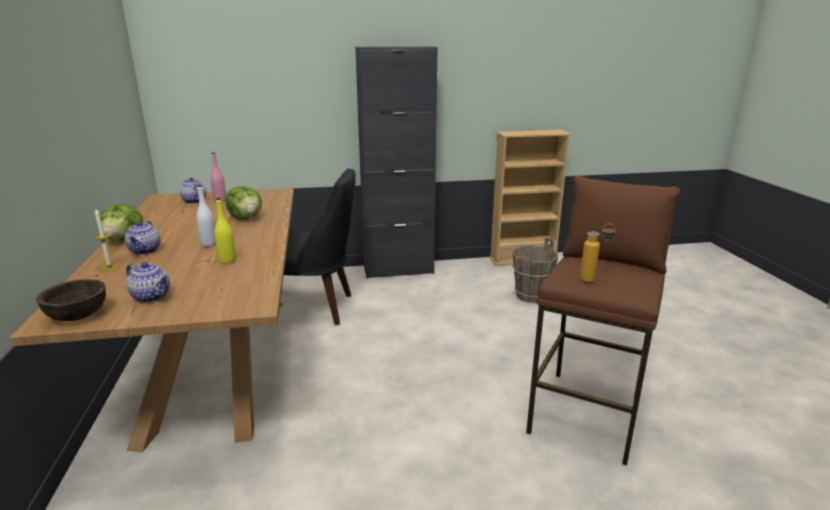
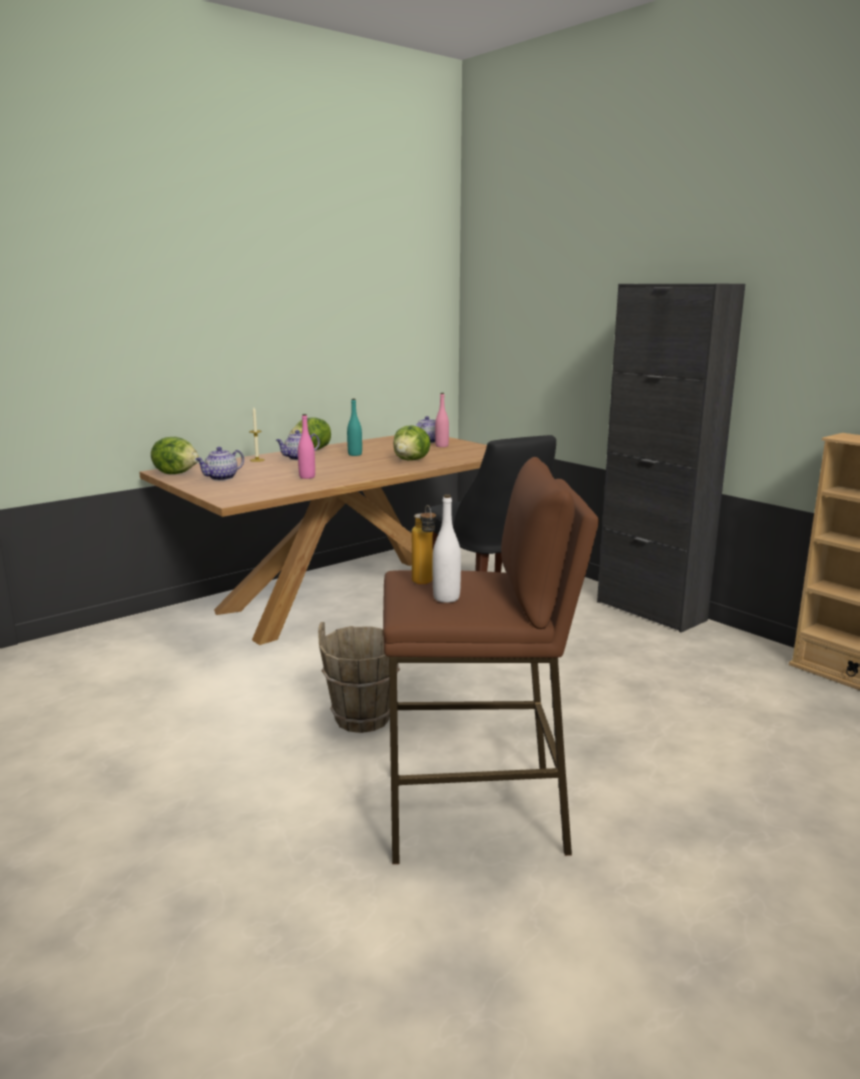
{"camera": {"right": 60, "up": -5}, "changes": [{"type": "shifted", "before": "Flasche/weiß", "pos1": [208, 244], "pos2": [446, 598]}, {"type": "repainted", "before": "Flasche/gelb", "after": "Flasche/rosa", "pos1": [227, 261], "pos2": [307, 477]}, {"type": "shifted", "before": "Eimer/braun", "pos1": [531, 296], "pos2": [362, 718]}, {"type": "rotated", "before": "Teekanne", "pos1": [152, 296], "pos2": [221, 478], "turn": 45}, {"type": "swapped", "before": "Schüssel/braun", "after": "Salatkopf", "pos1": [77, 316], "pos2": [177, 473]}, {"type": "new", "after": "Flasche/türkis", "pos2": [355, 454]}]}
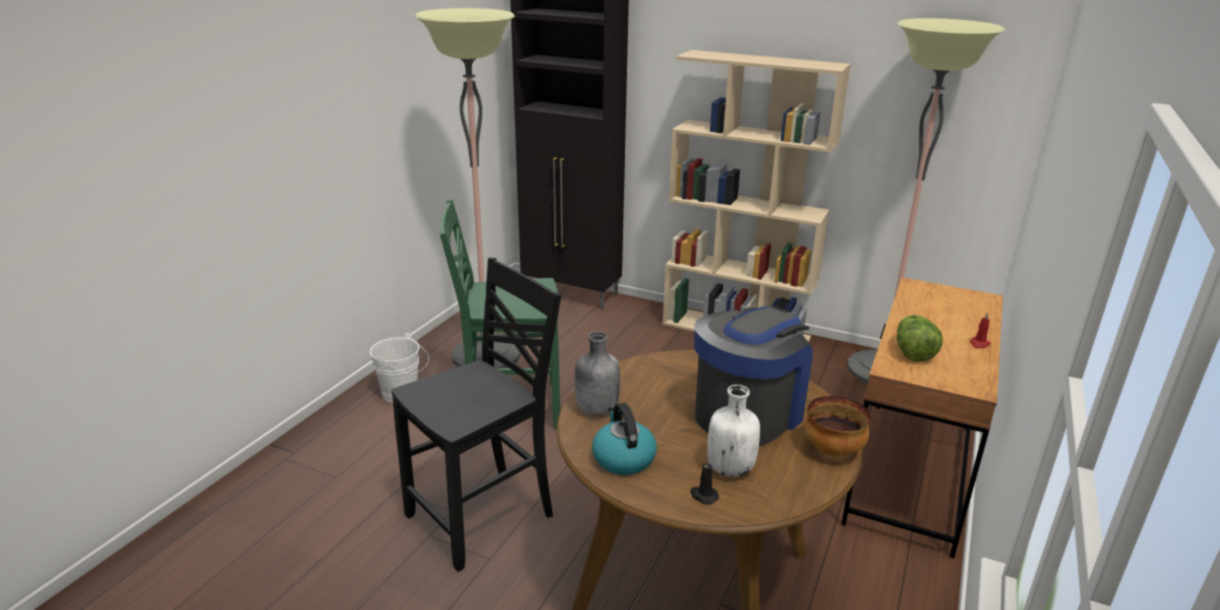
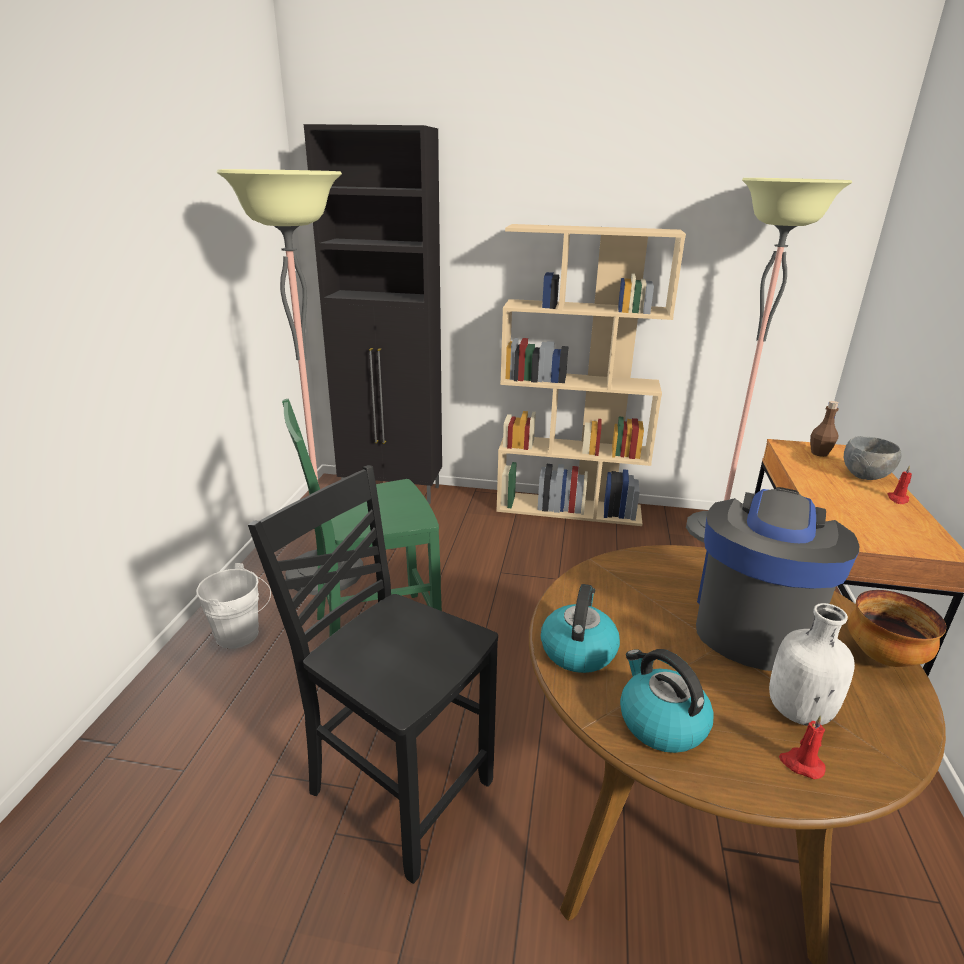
{"camera": {"right": -15, "up": 0}, "changes": [{"type": "rotated", "before": "Stuhl/schwarz", "pos1": [484, 516], "pos2": [397, 787], "turn": -90}, {"type": "gone", "before": "Salatkopf", "pos1": [912, 352]}, {"type": "swapped", "before": "Flasche/grau", "after": "Wasserkessel", "pos1": [596, 409], "pos2": [578, 650]}, {"type": "repainted", "before": "Kerze/schwarz", "after": "Kerze/rot", "pos1": [703, 495], "pos2": [801, 764]}, {"type": "new", "after": "Flasche/braun", "pos2": [819, 453]}, {"type": "new", "after": "Schüssel/grau", "pos2": [865, 476]}]}
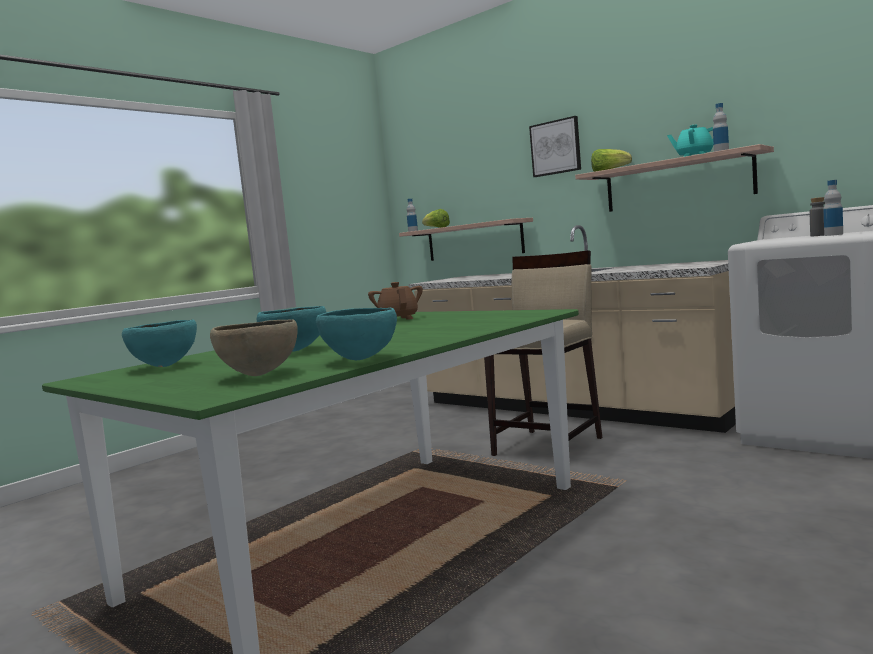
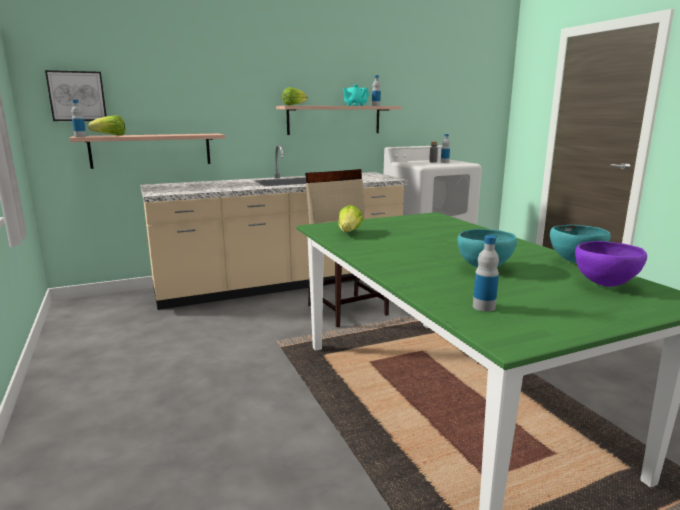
{"camera": {"right": -65, "up": 10}, "changes": [{"type": "shifted", "before": "Bild", "pos1": [555, 147], "pos2": [77, 96]}, {"type": "swapped", "before": "Teekanne/braun", "after": "Salatkopf", "pos1": [398, 319], "pos2": [349, 233]}, {"type": "repainted", "before": "Schüssel/braun", "after": "Schüssel/lila", "pos1": [260, 375], "pos2": [605, 285]}, {"type": "swapped", "before": "Schüssel/türkis", "after": "Flasche", "pos1": [165, 366], "pos2": [484, 307]}]}
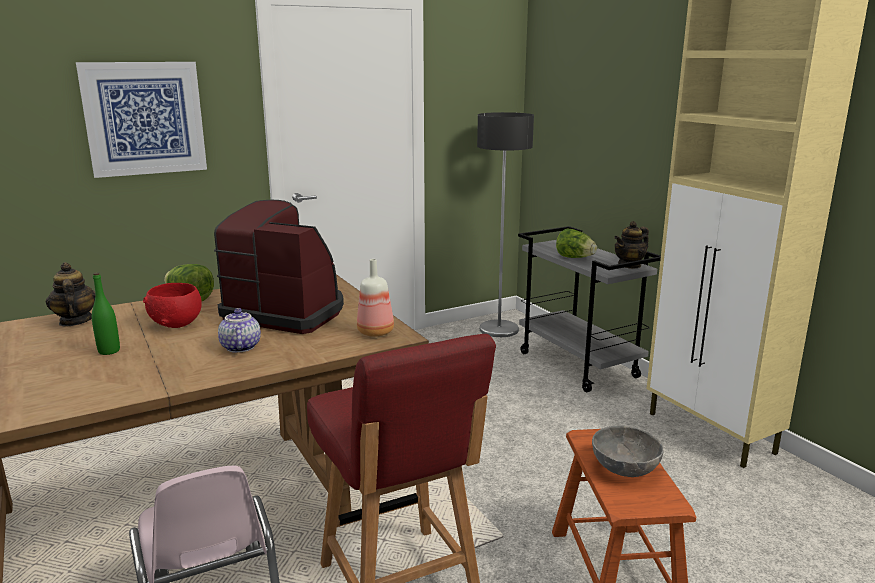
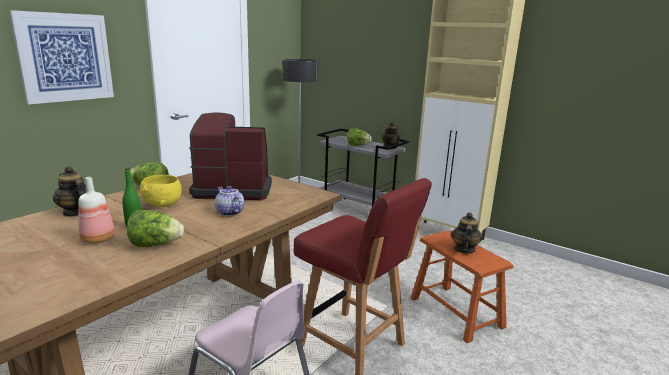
{"camera": {"right": -25, "up": 0}, "changes": [{"type": "shifted", "before": "Flasche", "pos1": [376, 332], "pos2": [99, 239]}, {"type": "repainted", "before": "Schüssel/rot", "after": "Schüssel/gelb", "pos1": [177, 324], "pos2": [163, 204]}, {"type": "swapped", "before": "Schüssel/grau", "after": "Teekanne", "pos1": [624, 468], "pos2": [464, 249]}, {"type": "new", "after": "Salatkopf", "pos2": [156, 245]}]}
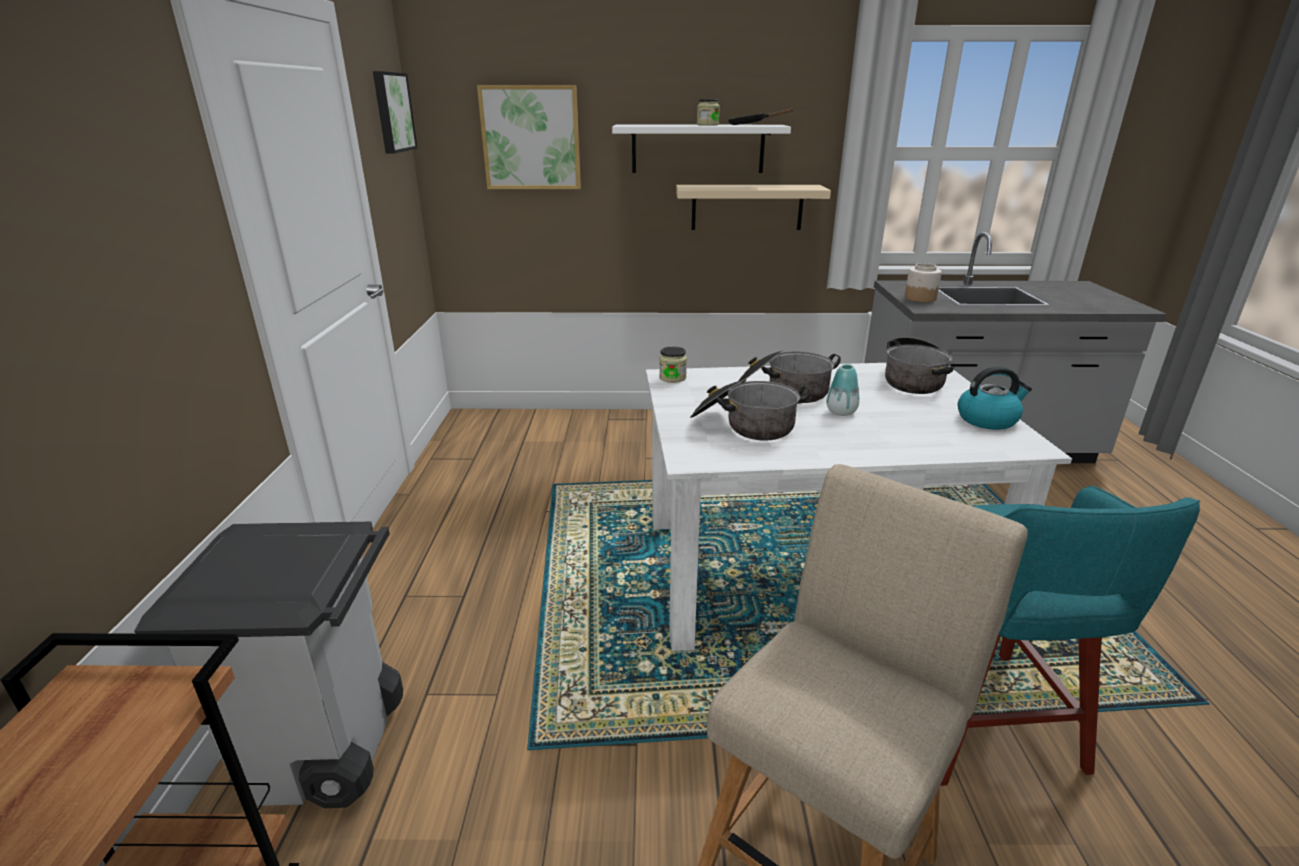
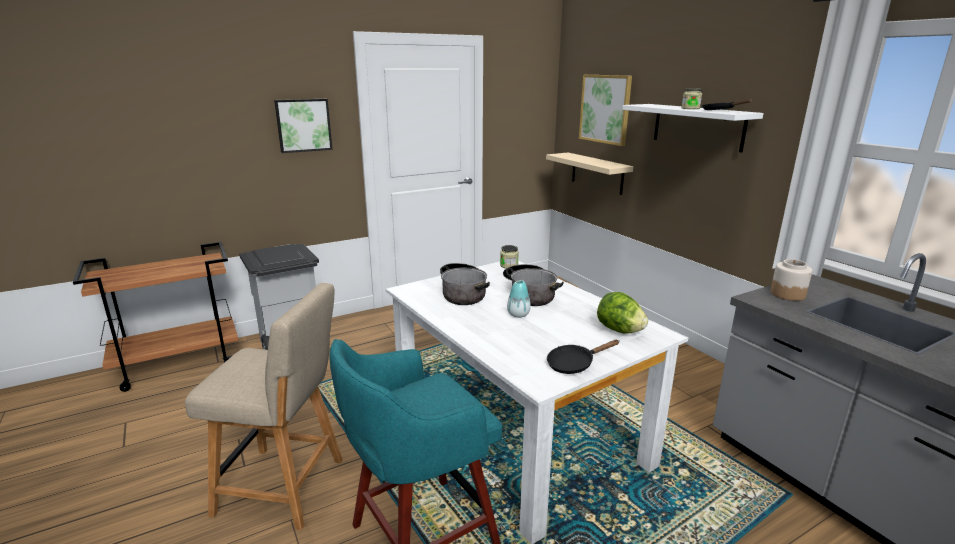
{"camera": {"right": 60, "up": -5}, "changes": [{"type": "shifted", "before": "Bild", "pos1": [392, 112], "pos2": [303, 125]}, {"type": "shifted", "before": "Wandregal/beige", "pos1": [747, 207], "pos2": [597, 173]}, {"type": "swapped", "before": "Kochtopf", "after": "Salatkopf", "pos1": [913, 380], "pos2": [619, 330]}, {"type": "swapped", "before": "Wasserkessel", "after": "Pfanne/schwarz", "pos1": [987, 419], "pos2": [574, 364]}]}
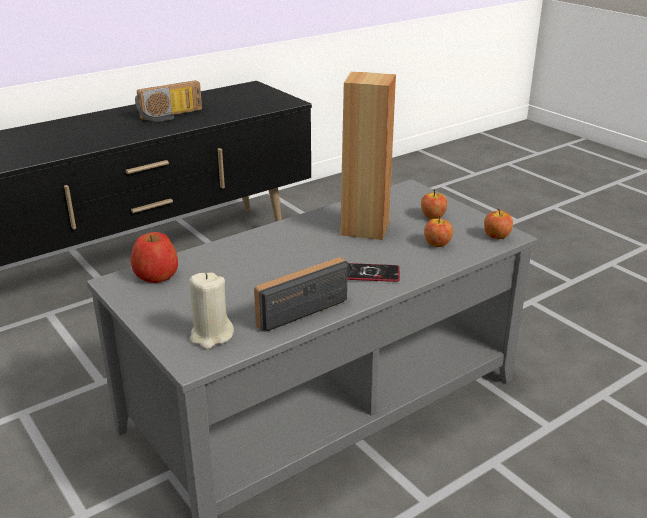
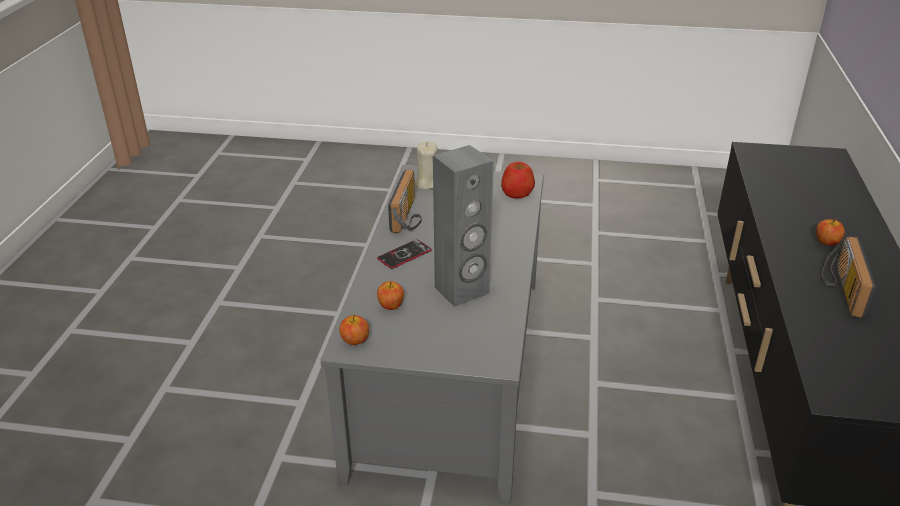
{"camera": {"right": 135, "up": 5}, "changes": [{"type": "repainted", "before": "Lautsprecher/braun", "after": "Lautsprecher/grau", "pos1": [365, 228], "pos2": [462, 290]}, {"type": "shifted", "before": "Apfel", "pos1": [433, 216], "pos2": [826, 242]}]}
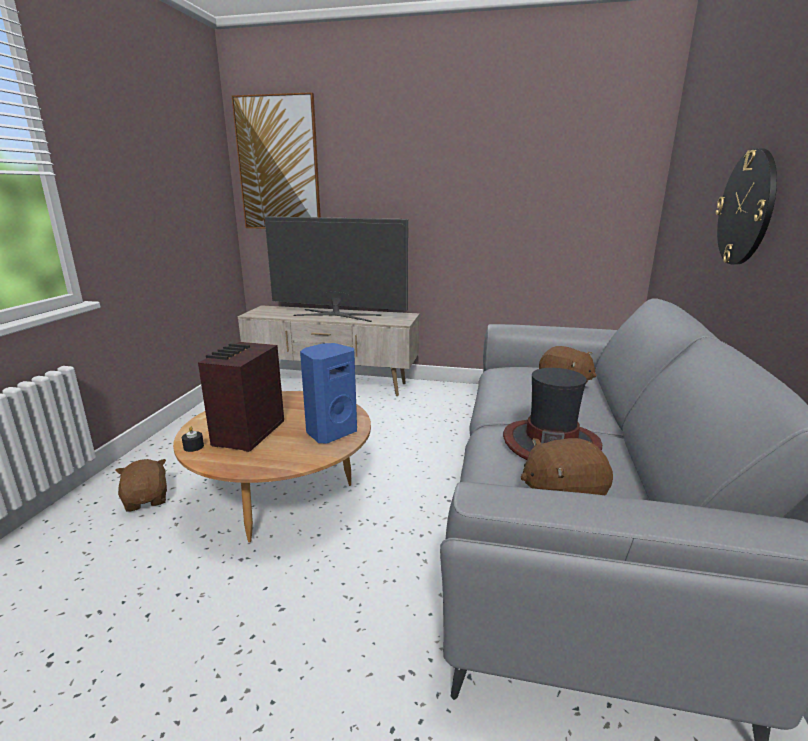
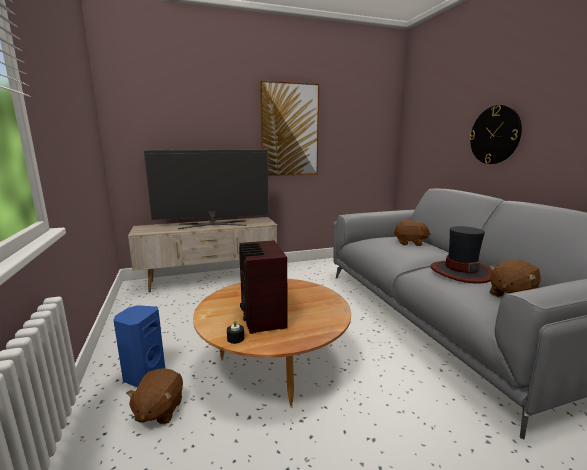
{"camera": {"right": -30, "up": -5}, "changes": [{"type": "shifted", "before": "Bild", "pos1": [278, 164], "pos2": [289, 130]}, {"type": "shifted", "before": "Lautsprecher/blau", "pos1": [330, 432], "pos2": [143, 374]}, {"type": "rotated", "before": "Plüschtier/braun", "pos1": [147, 500], "pos2": [159, 410], "turn": -120}]}
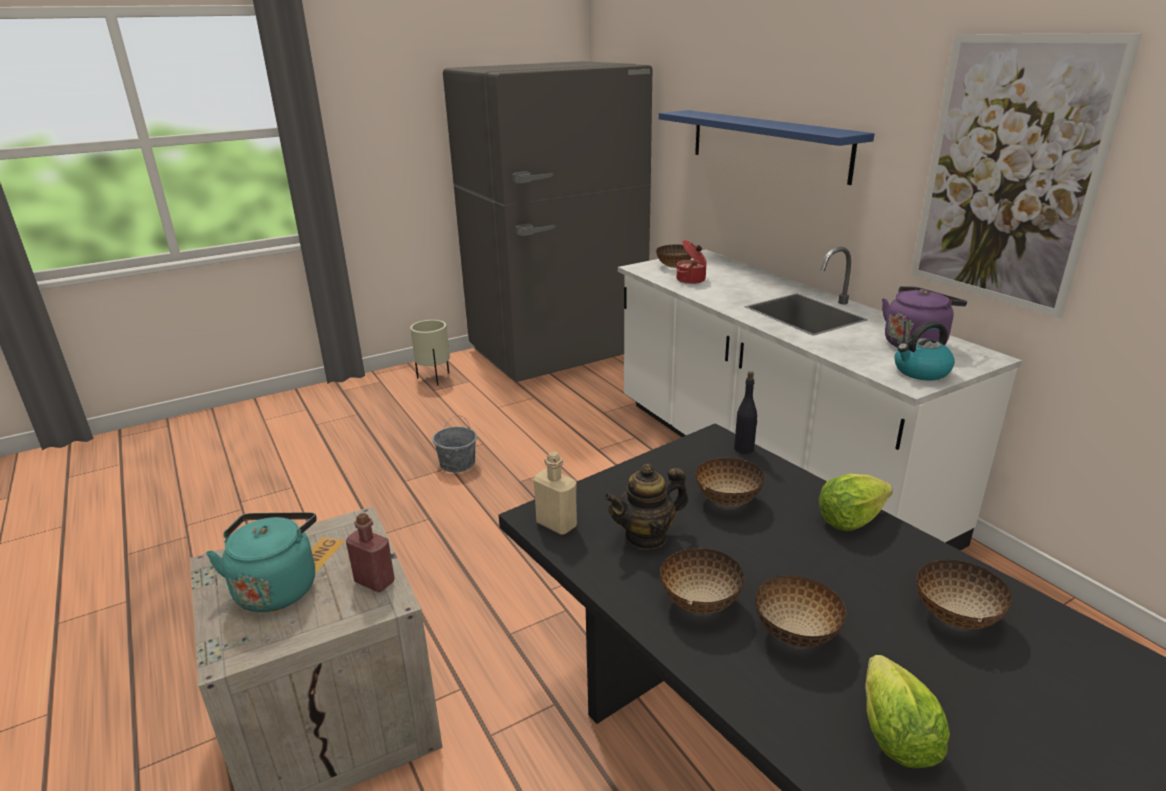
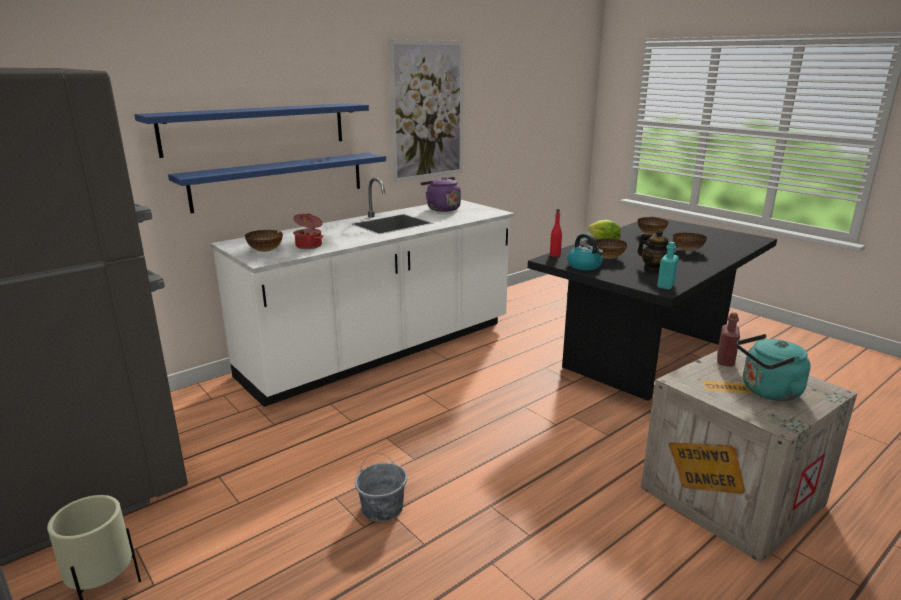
{"camera": {"right": -100, "up": -5}, "changes": [{"type": "shifted", "before": "Wasserkessel", "pos1": [920, 372], "pos2": [585, 266]}, {"type": "repainted", "before": "Flasche/schwarz", "after": "Flasche/rot", "pos1": [744, 449], "pos2": [555, 255]}, {"type": "repainted", "before": "Flasche/beige", "after": "Flasche/türkis", "pos1": [556, 524], "pos2": [665, 286]}, {"type": "gone", "before": "Schüssel", "pos1": [699, 602]}, {"type": "gone", "before": "Salatkopf", "pos1": [894, 734]}, {"type": "new", "after": "Wandregal/blau", "pos2": [280, 181]}]}
